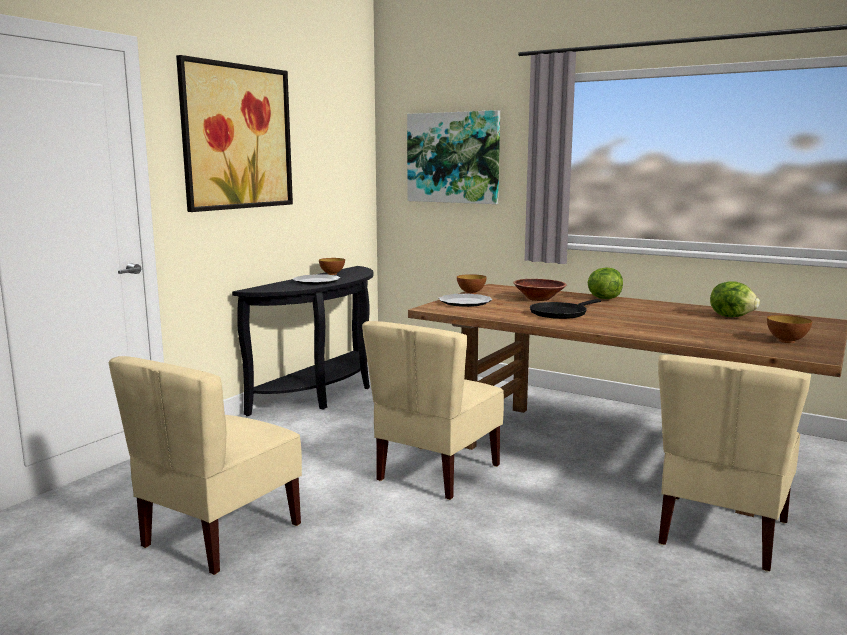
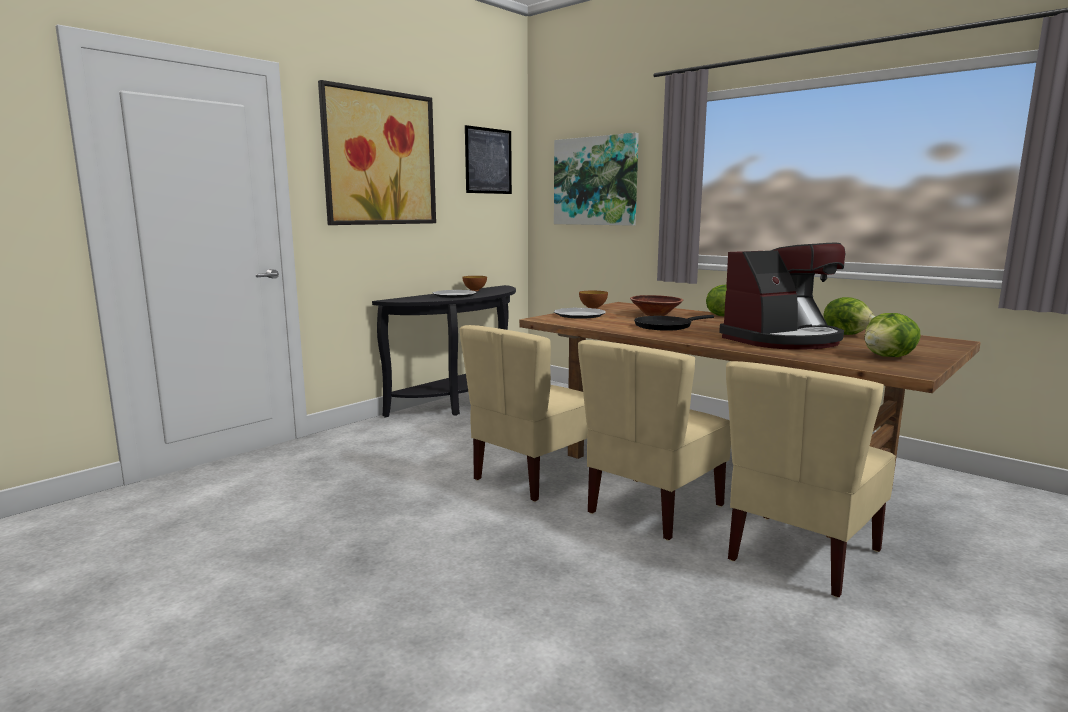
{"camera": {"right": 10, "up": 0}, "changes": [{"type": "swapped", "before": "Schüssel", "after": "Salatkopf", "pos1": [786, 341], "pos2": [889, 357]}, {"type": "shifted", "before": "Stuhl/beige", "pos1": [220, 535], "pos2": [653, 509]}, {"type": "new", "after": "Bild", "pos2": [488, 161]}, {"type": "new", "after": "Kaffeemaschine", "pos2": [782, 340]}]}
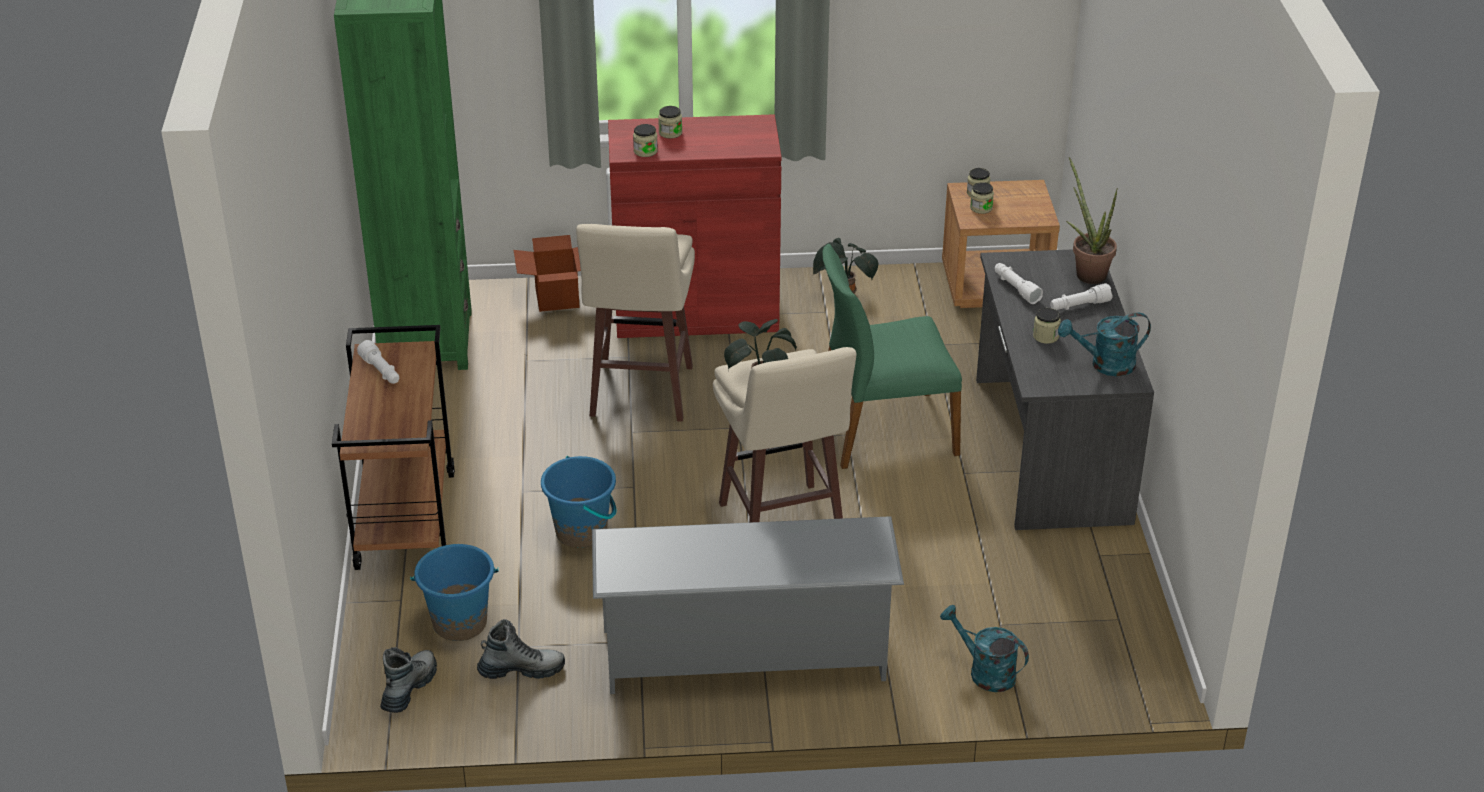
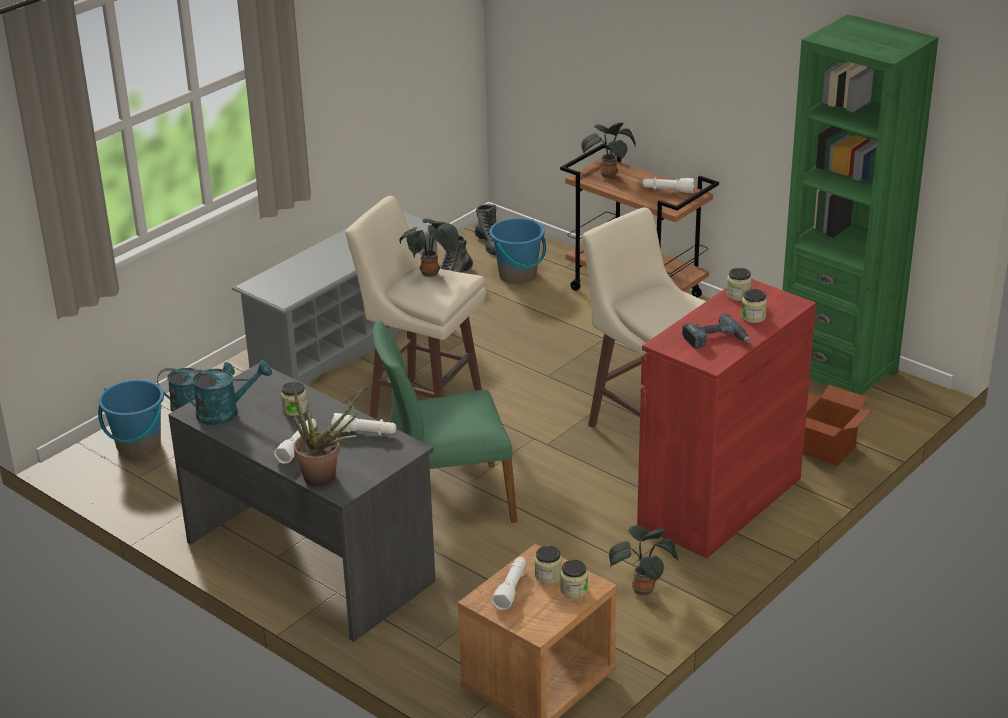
{"camera": {"right": 135, "up": -5}, "changes": [{"type": "rotated", "before": "Stuhl/grün", "pos1": [884, 431], "pos2": [447, 501], "turn": -135}, {"type": "rotated", "before": "Gießkanne/türkis", "pos1": [1105, 365], "pos2": [225, 413], "turn": 45}, {"type": "shifted", "before": "Eimer/blau", "pos1": [582, 532], "pos2": [138, 446]}, {"type": "new", "after": "Topfpflanze", "pos2": [608, 174]}, {"type": "new", "after": "Bohrmaschine", "pos2": [716, 339]}, {"type": "new", "after": "Taschenlampe/weiß", "pos2": [511, 588]}]}
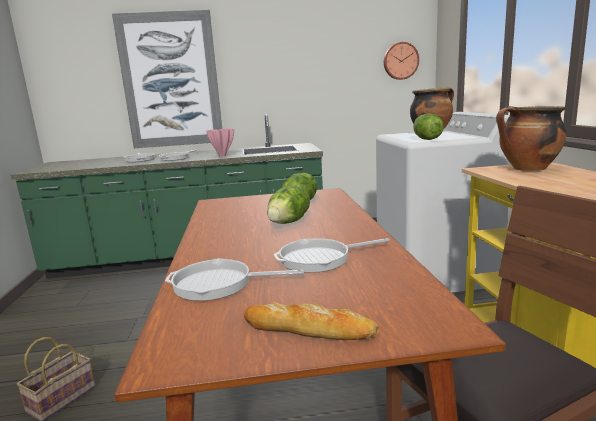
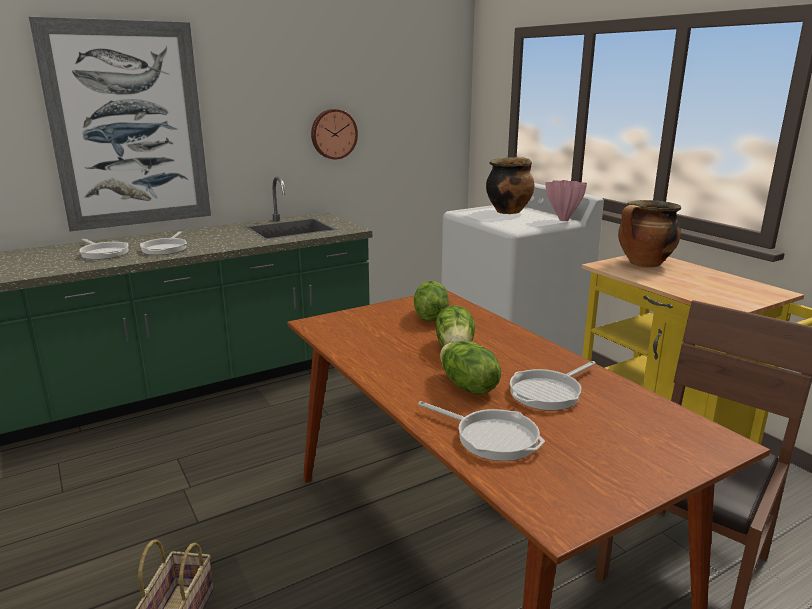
{"camera": {"right": -25, "up": 5}, "changes": [{"type": "shifted", "before": "Wanduhr", "pos1": [400, 61], "pos2": [333, 134]}, {"type": "shifted", "before": "Salatkopf", "pos1": [426, 139], "pos2": [467, 386]}, {"type": "shifted", "before": "Vase/rosa", "pos1": [223, 156], "pos2": [563, 220]}, {"type": "rotated", "before": "Pfanne", "pos1": [218, 284], "pos2": [492, 437], "turn": -120}, {"type": "gone", "before": "Brot", "pos1": [309, 329]}]}
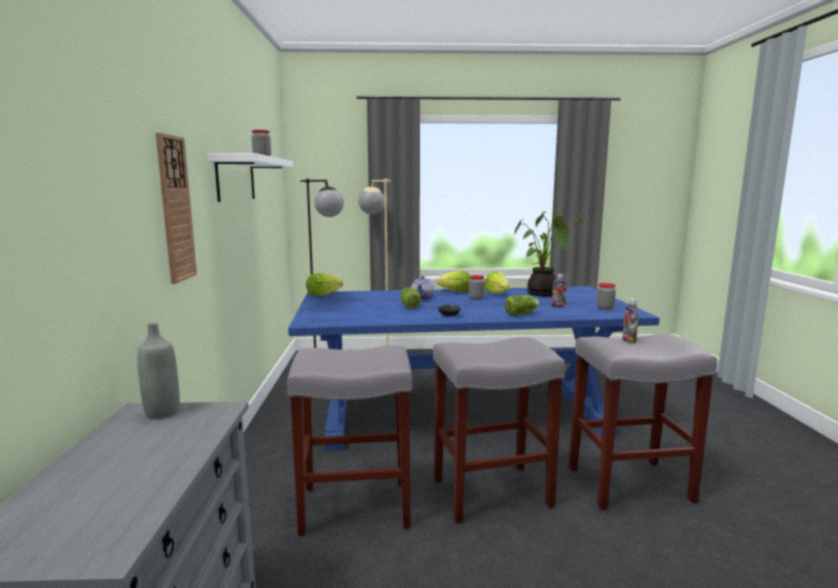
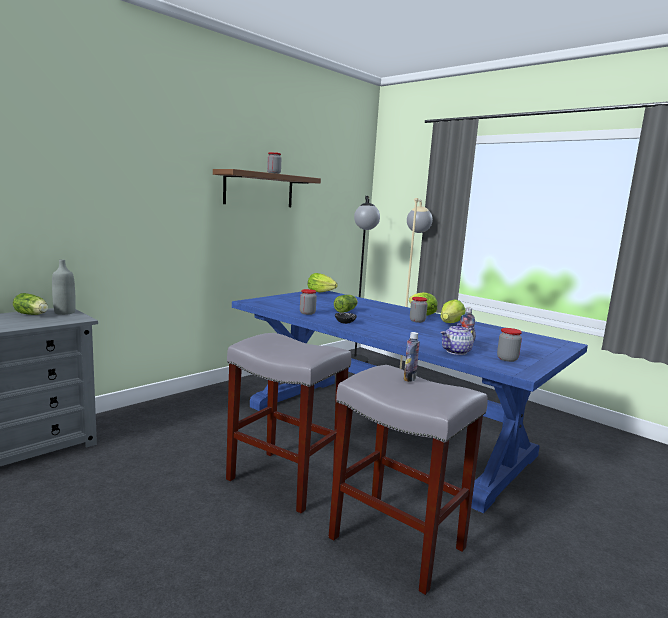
{"camera": {"right": 45, "up": 0}, "changes": [{"type": "gone", "before": "Wanduhr", "pos1": [175, 209]}, {"type": "repainted", "before": "Wandregal/weiß", "after": "Wandregal/braun", "pos1": [236, 179], "pos2": [259, 189]}, {"type": "gone", "before": "Topfpflanze", "pos1": [544, 294]}, {"type": "shifted", "before": "Teekanne", "pos1": [422, 298], "pos2": [456, 352]}, {"type": "shifted", "before": "Salatkopf", "pos1": [522, 314], "pos2": [32, 314]}, {"type": "gone", "before": "Hocker/grau", "pos1": [353, 507]}, {"type": "new", "after": "Vorratsglas", "pos2": [307, 313]}]}
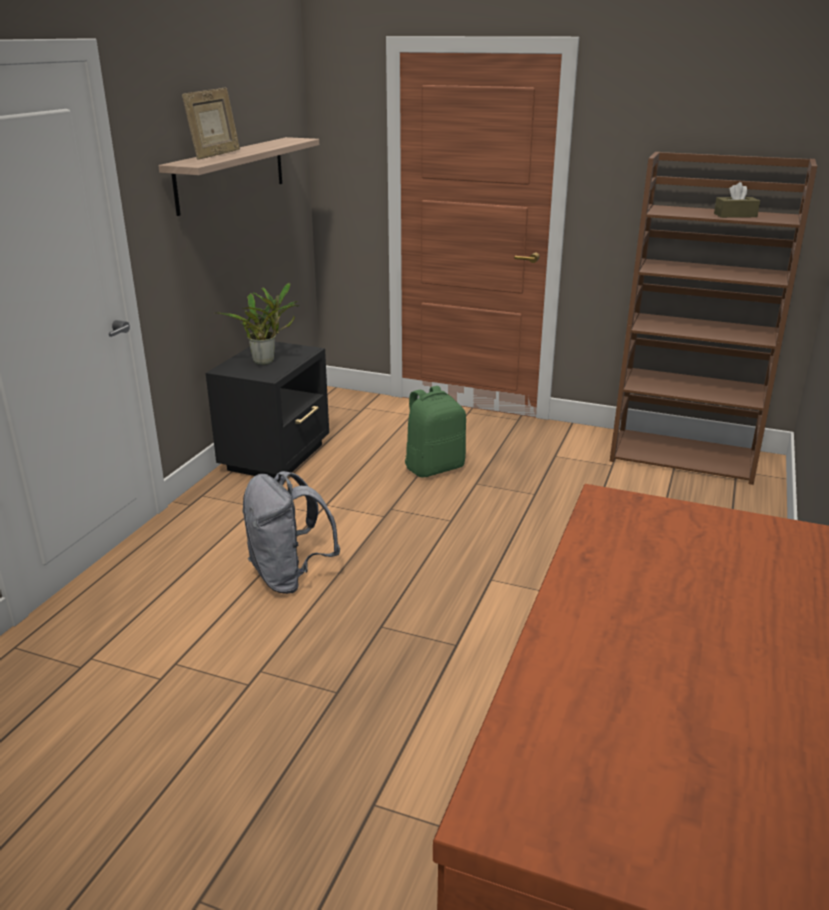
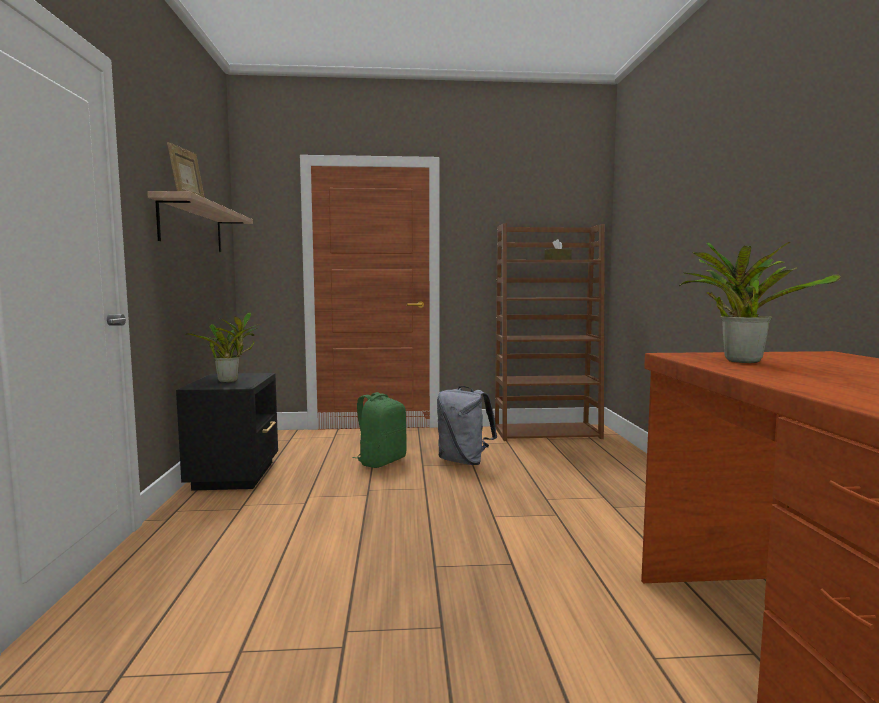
{"camera": {"right": -25, "up": -20}, "changes": [{"type": "shifted", "before": "Rucksack/grau", "pos1": [289, 577], "pos2": [464, 461]}, {"type": "new", "after": "Topfpflanze", "pos2": [739, 360]}]}
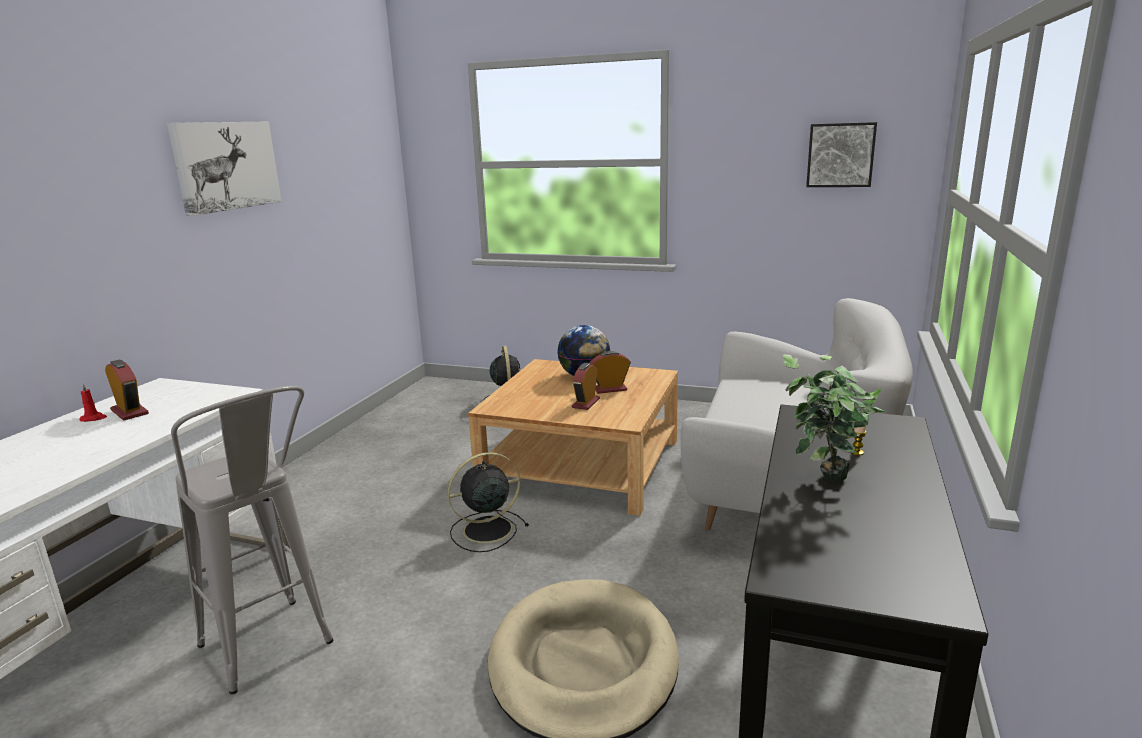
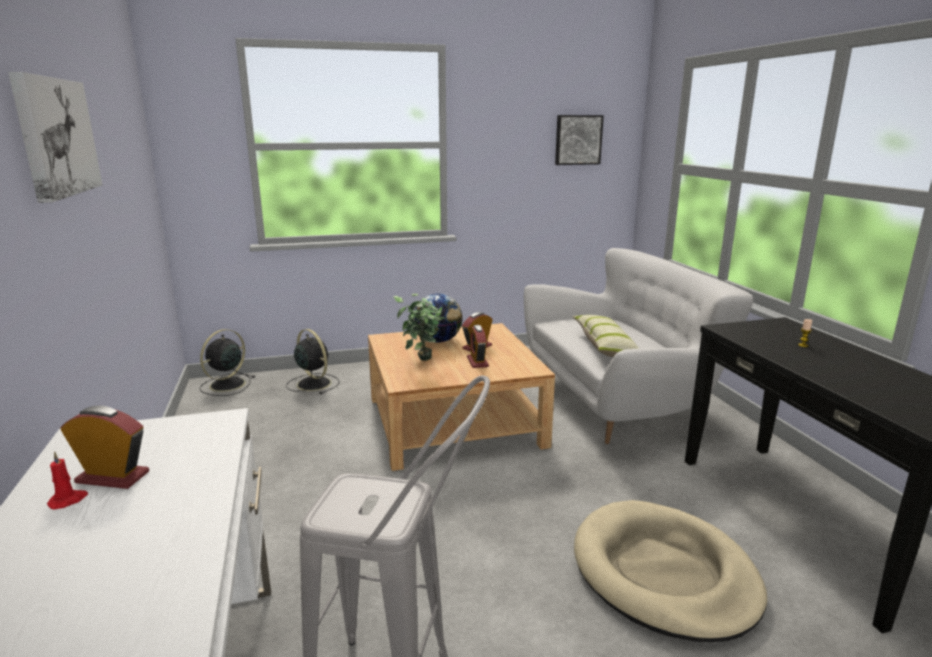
{"camera": {"right": -35, "up": 0}, "changes": [{"type": "shifted", "before": "Topfpflanze", "pos1": [823, 483], "pos2": [421, 362]}, {"type": "shifted", "before": "Ventilator/schwarz", "pos1": [485, 530], "pos2": [226, 385]}, {"type": "new", "after": "Kissen", "pos2": [606, 346]}]}
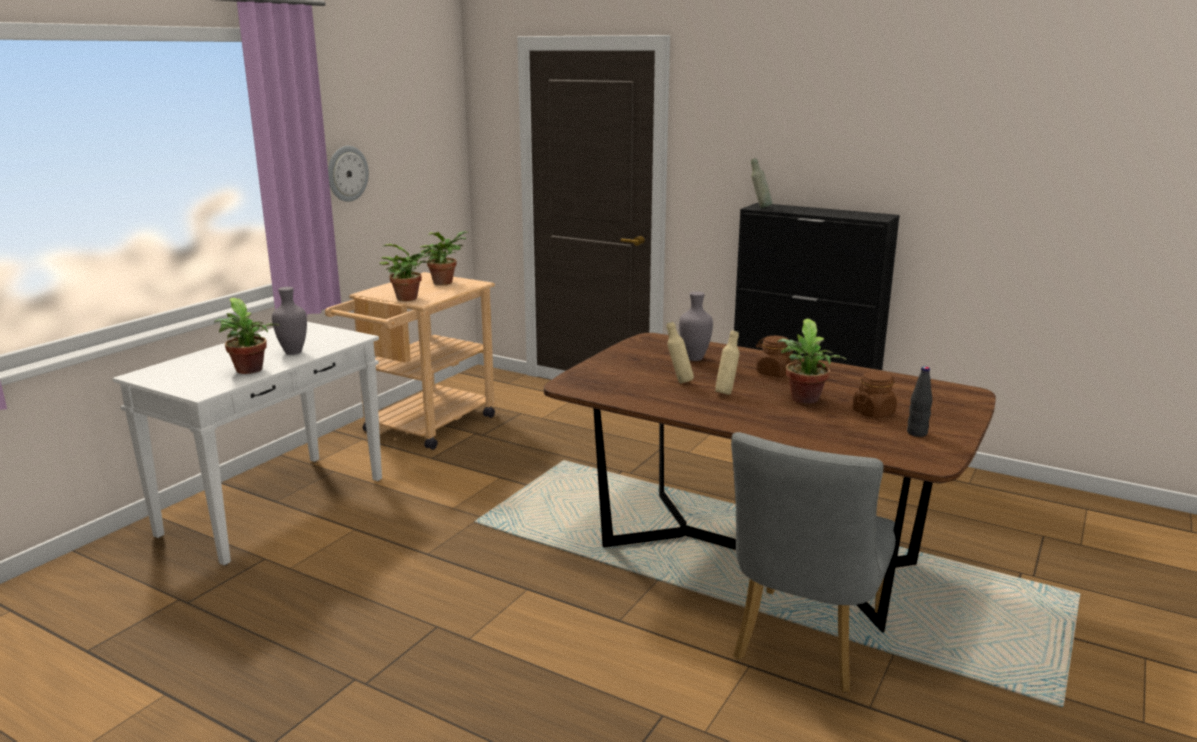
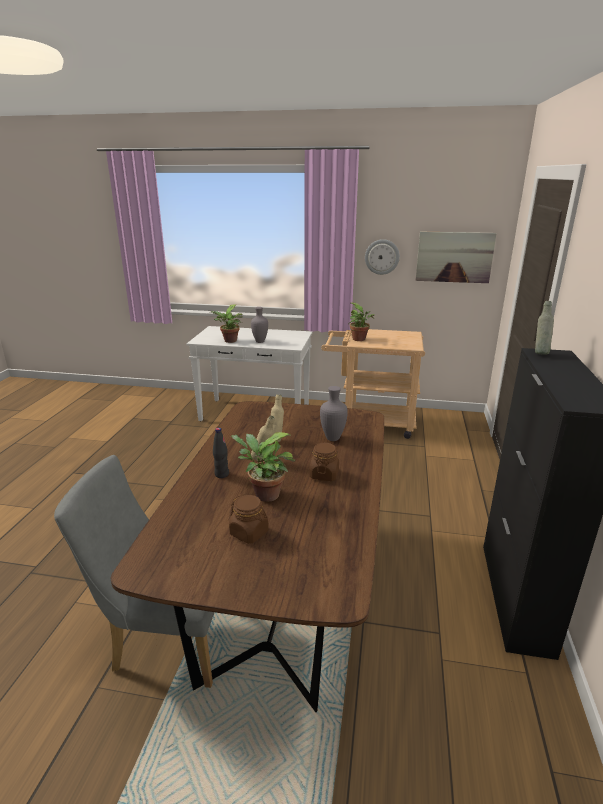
{"camera": {"right": 70, "up": 5}, "changes": [{"type": "gone", "before": "Topfpflanze", "pos1": [444, 282]}, {"type": "shifted", "before": "Flasche/schwarz", "pos1": [917, 433], "pos2": [221, 474]}, {"type": "new", "after": "Bild", "pos2": [454, 257]}]}
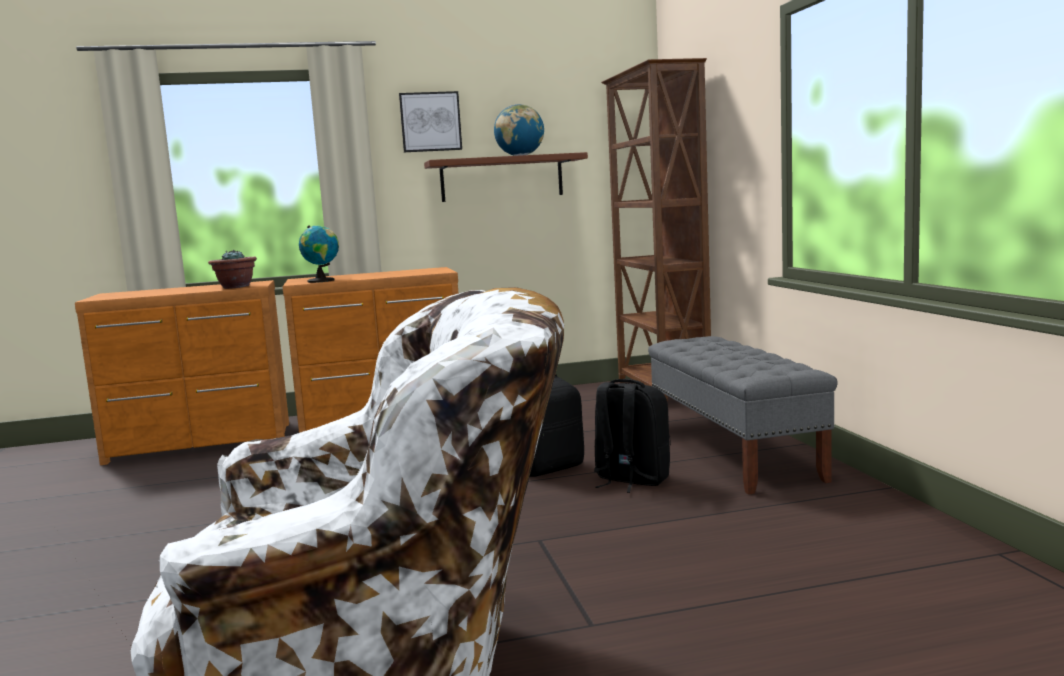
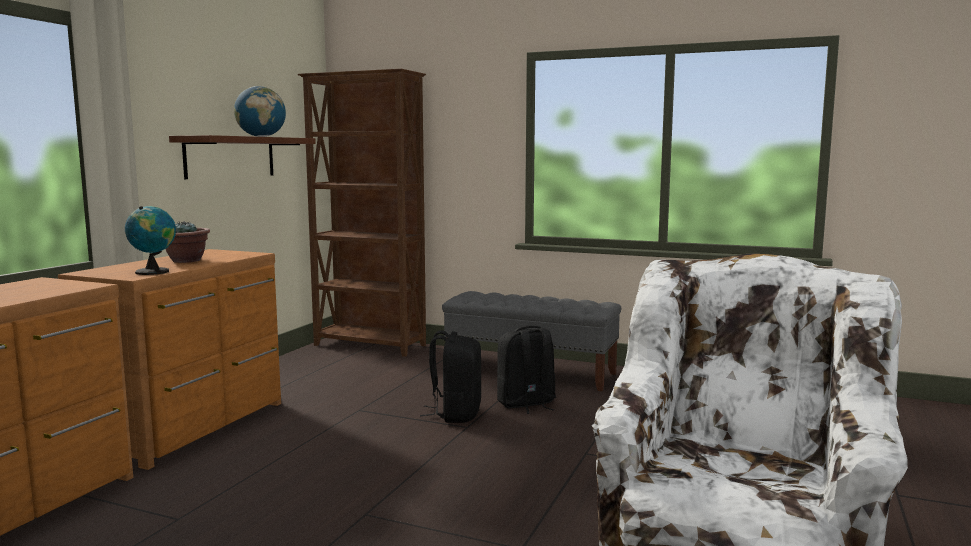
{"camera": {"right": -55, "up": 0}, "changes": [{"type": "gone", "before": "Bild", "pos1": [430, 122]}, {"type": "shifted", "before": "Topfpflanze", "pos1": [235, 287], "pos2": [185, 261]}]}
